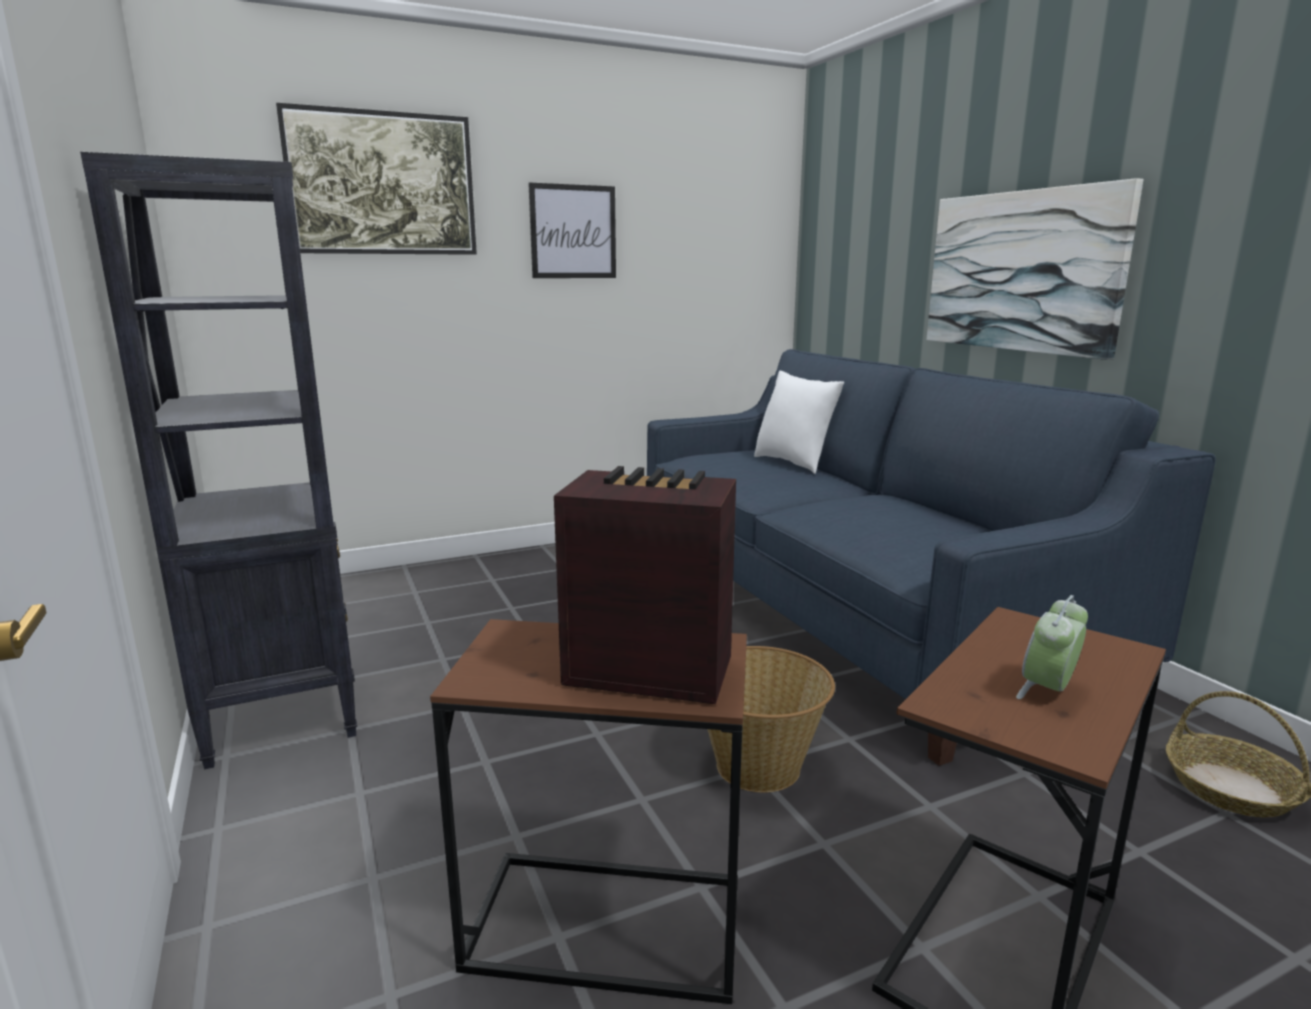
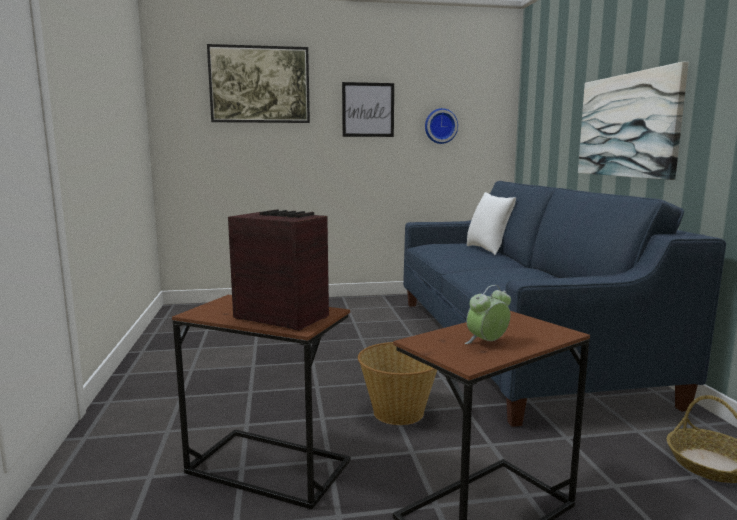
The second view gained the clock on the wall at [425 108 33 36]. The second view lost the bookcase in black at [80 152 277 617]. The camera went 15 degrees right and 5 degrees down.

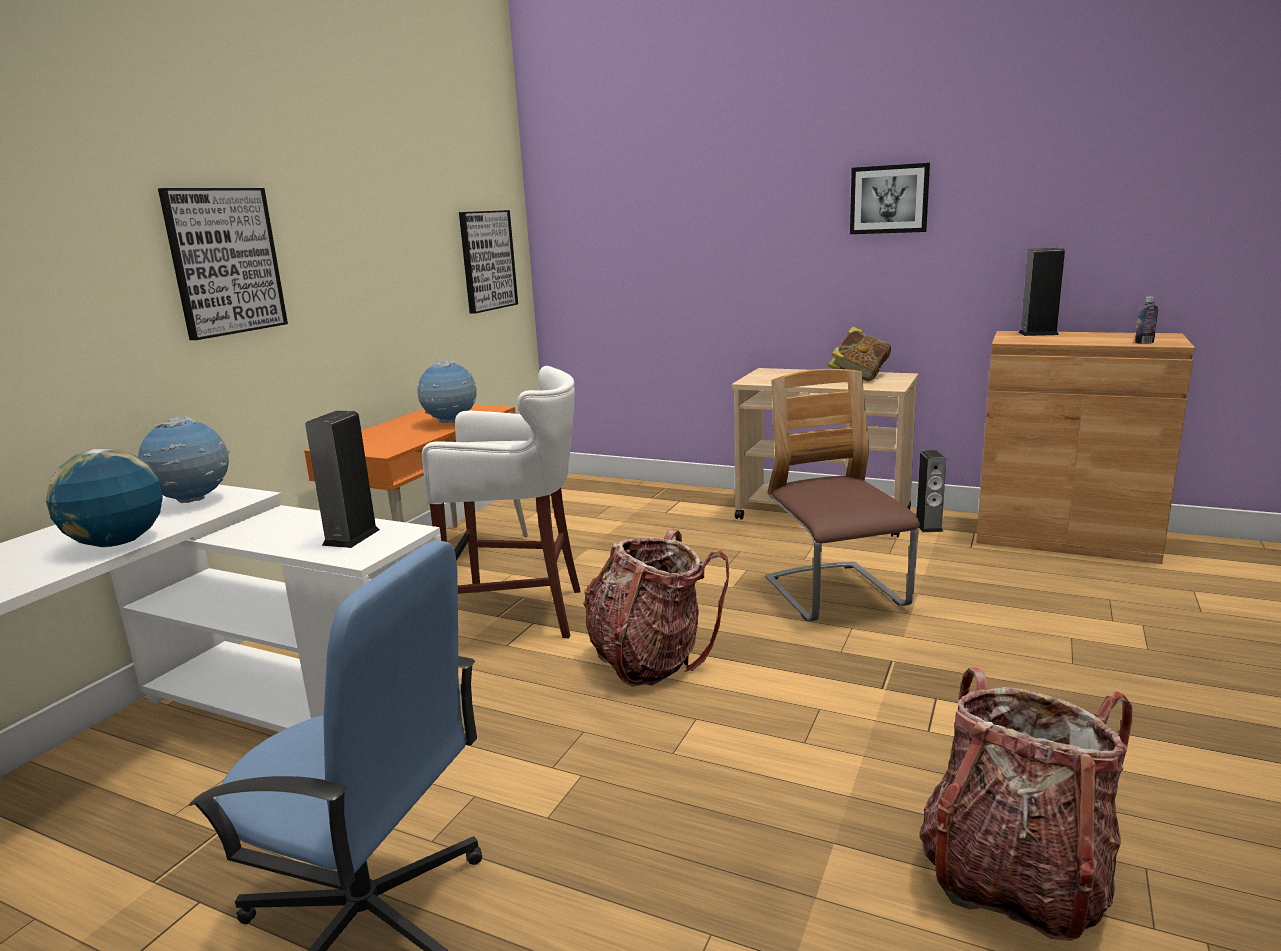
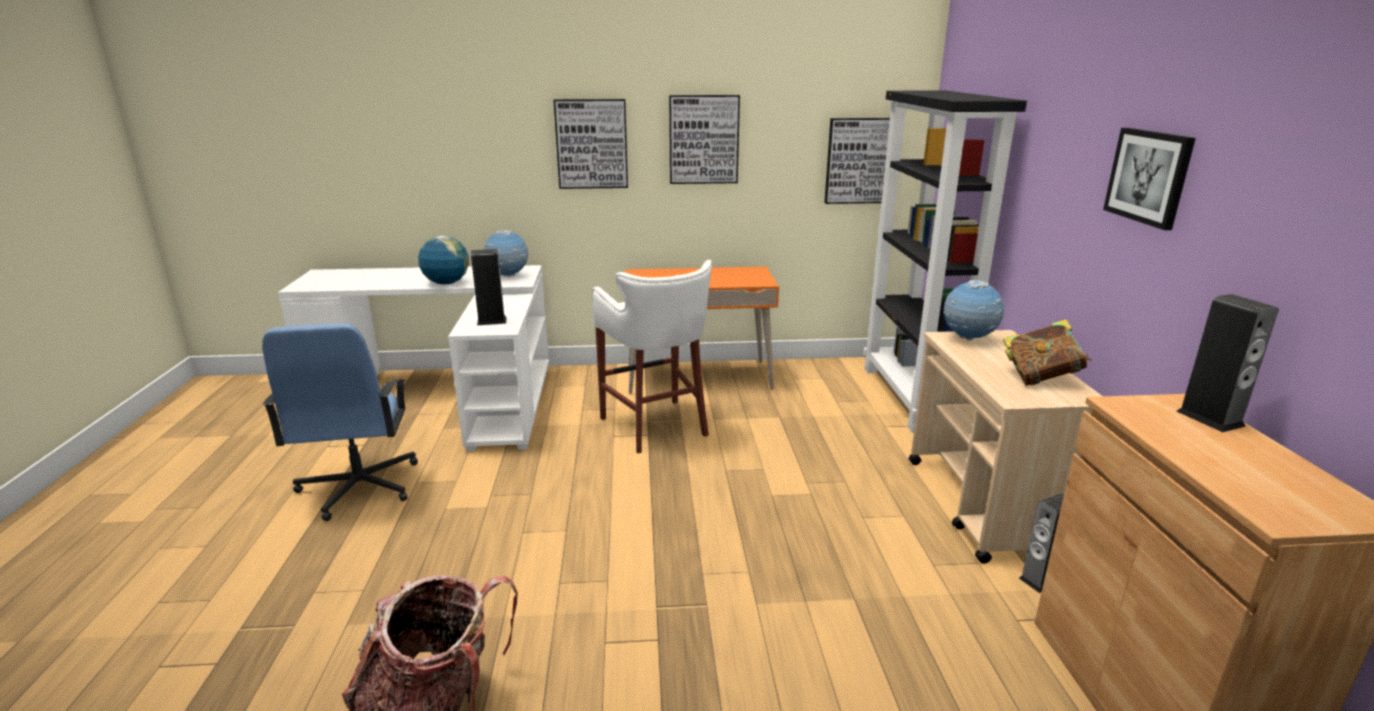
The second view gained the picture at [669 95 71 89]. The second view gained the bookcase in black at [863 90 164 343]. The desk globe ended up elsewhere, having gone from [417 360 60 63] to [943 279 61 62]. The second view lost the rucksack at [583 529 146 158]. The second view lost the plain chair at [765 369 155 253]. The second view lost the bottle at [1135 297 23 47]. The camera went 60 degrees right and 5 degrees up.

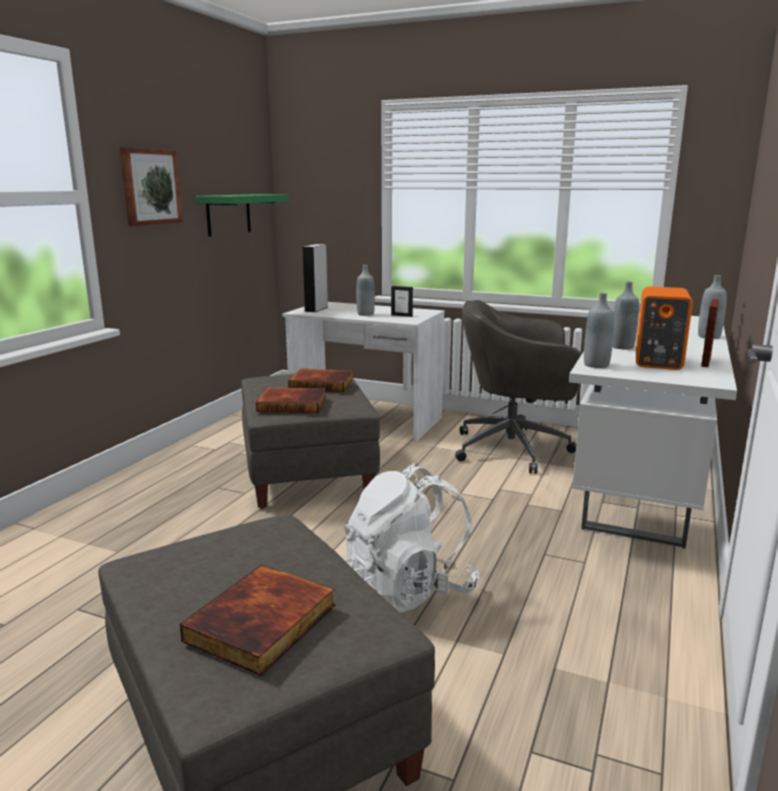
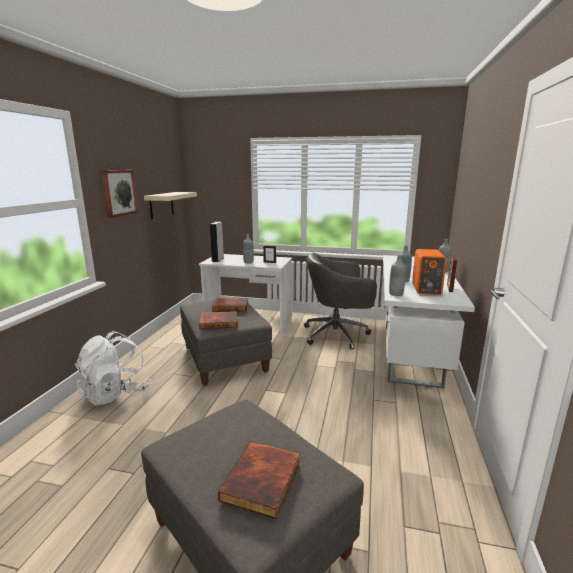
The rucksack in white-coloured ended up elsewhere, having gone from [344 463 136 150] to [75 331 76 75]. What was the wall shelf in greenish at [196 194 93 43] turned into the wall shelf in sand-coloured at [144 192 53 27]. The camera went 10 degrees left and 0 degrees up.

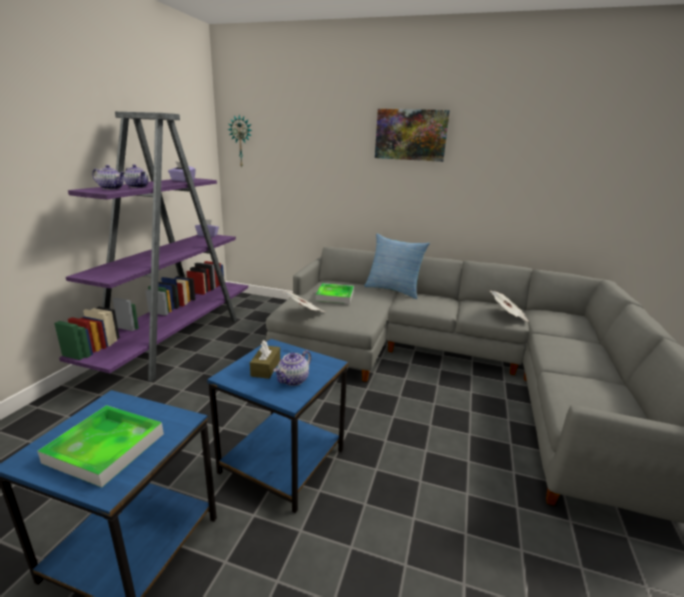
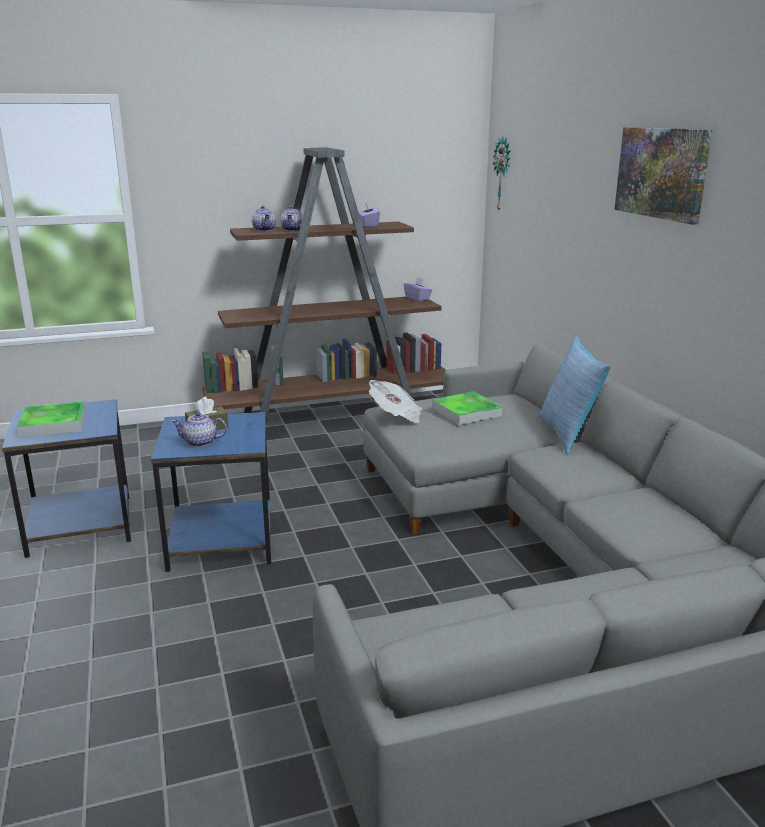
What was the bookcase in purplish at [54 112 194 270] turned into the bookcase in brownish at [202 148 244 277]. The second view lost the daily paper at [490 291 38 30]. The camera went 55 degrees right and 0 degrees up.

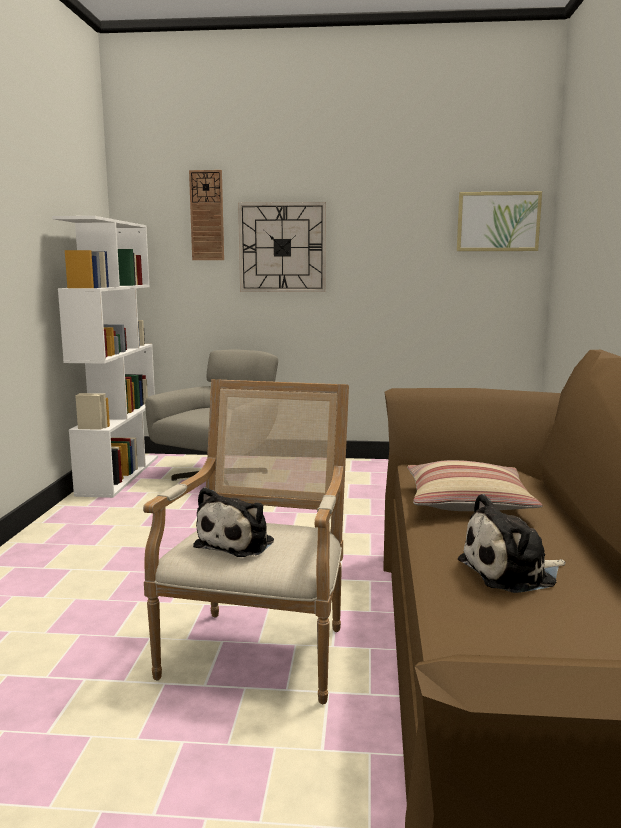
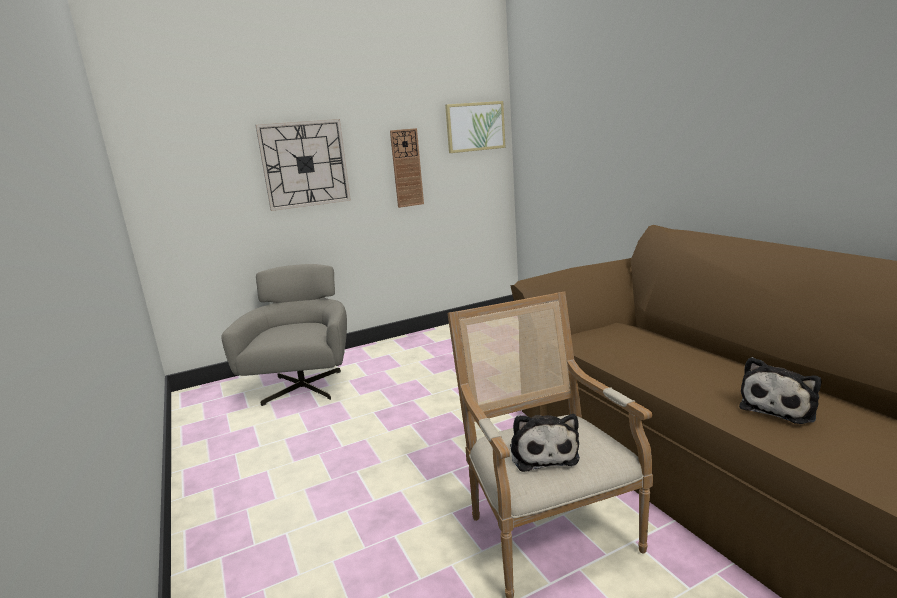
The clock on the wall ended up elsewhere, having gone from [189 170 35 90] to [390 128 34 80]. The second view lost the bookcase in white-coloured at [52 216 106 282]. The second view lost the cushion at [407 460 136 51]. The camera went 30 degrees left and 5 degrees up.

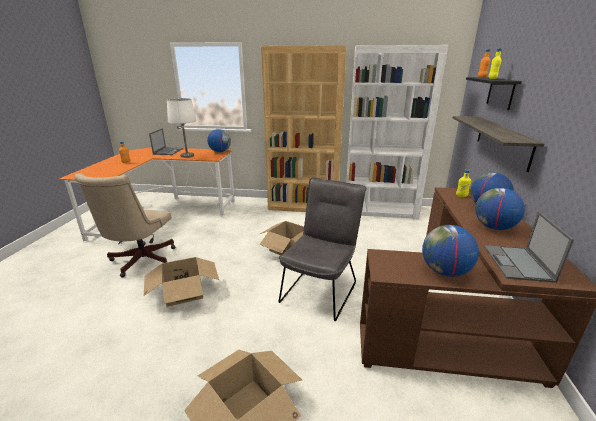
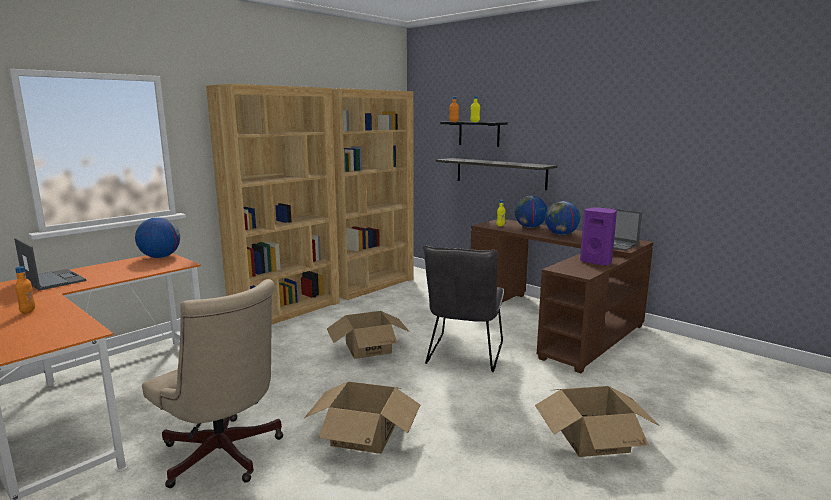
What was the bookcase in white-coloured at [346 45 102 174] turned into the bookcase in brownish at [331 88 83 212]. The plain chair in greyish at [278 177 88 144] ended up facing another way, 135 degrees counterclockwise from before. Where the desk globe stood at [422 225 57 52], the loudspeaker in purplish came to stand at [580 208 37 58]. The second view lost the lamp for a table in white-coloured at [167 98 29 60]. The camera went 55 degrees left and 10 degrees down.

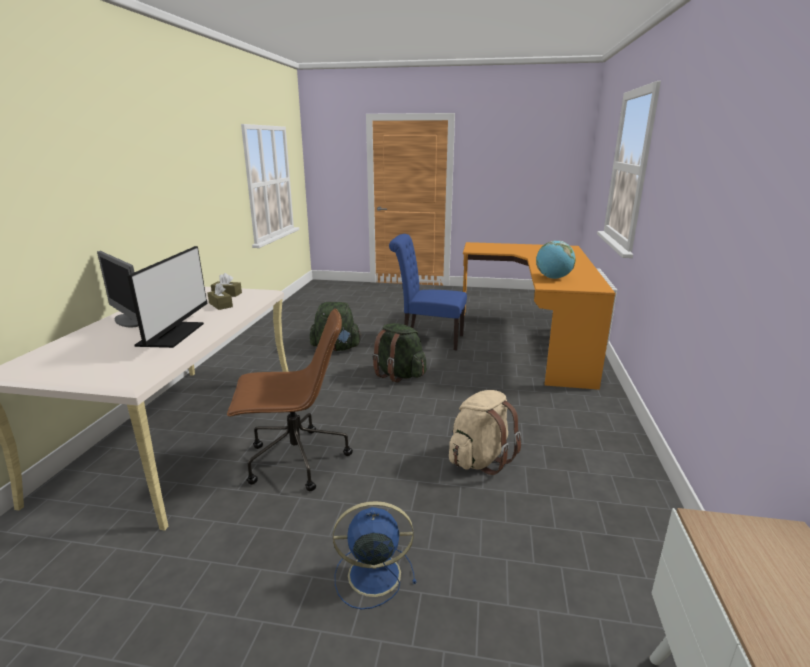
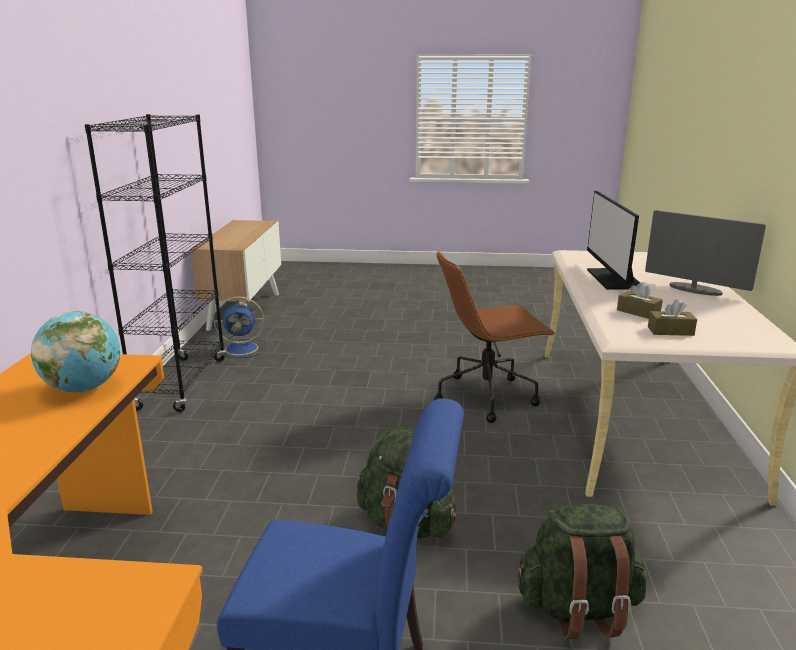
The second view gained the bookcase in black at [85 114 141 298]. The cooling fan in blue-coloured ended up elsewhere, having gone from [333 501 83 108] to [214 296 53 62]. The second view lost the rucksack in sand-coloured at [449 390 72 85]. The camera went 175 degrees right and 0 degrees up.

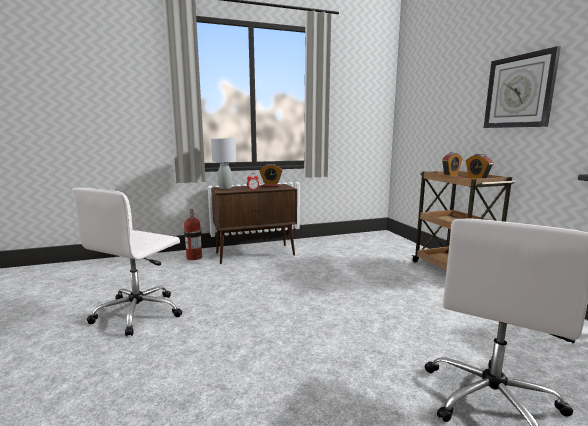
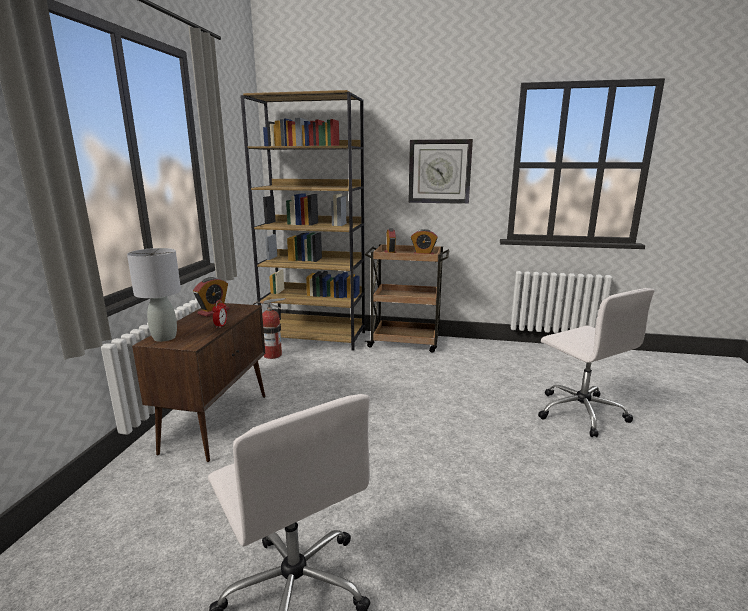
The second view gained the bookcase in brownish at [240 90 125 261]. The fire-fighting cylinder ended up elsewhere, having gone from [184 208 18 52] to [253 298 33 61]. The camera went 60 degrees left and 5 degrees up.

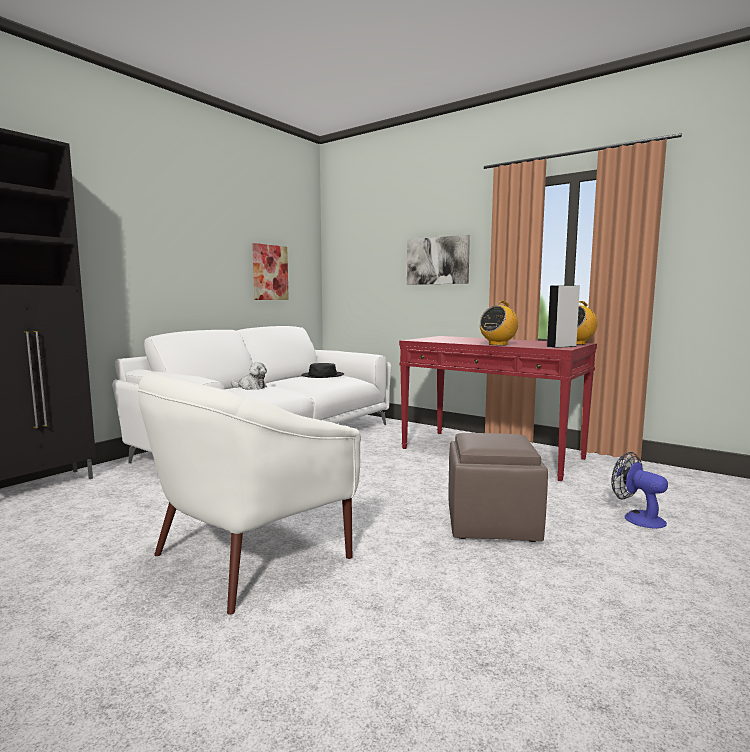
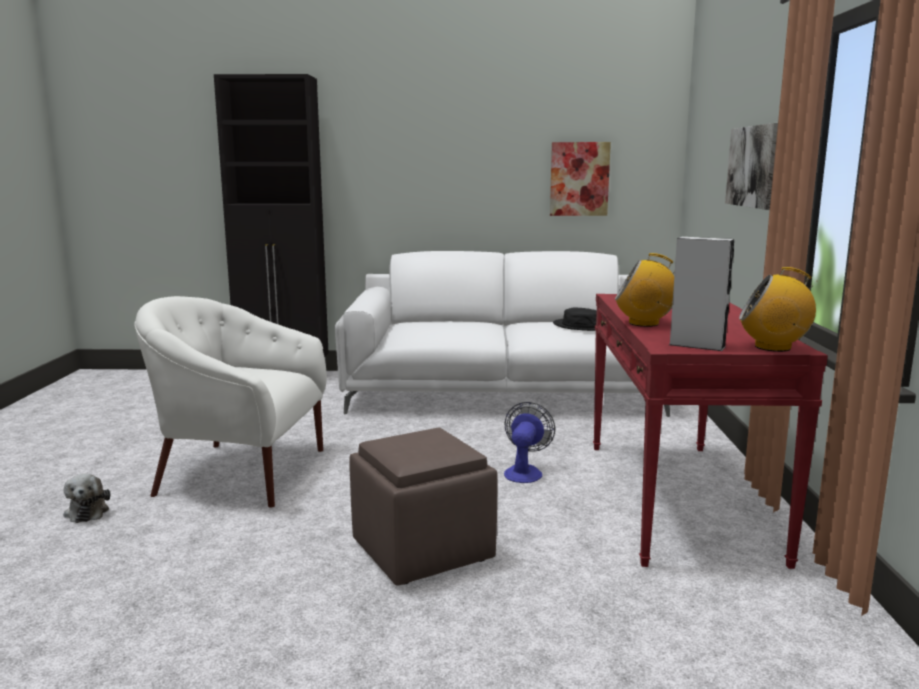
The soft toy ended up elsewhere, having gone from [231 362 36 28] to [63 474 47 49]. The cooling fan ended up elsewhere, having gone from [611 452 57 77] to [504 402 51 81]. The camera went 55 degrees right and 5 degrees up.

